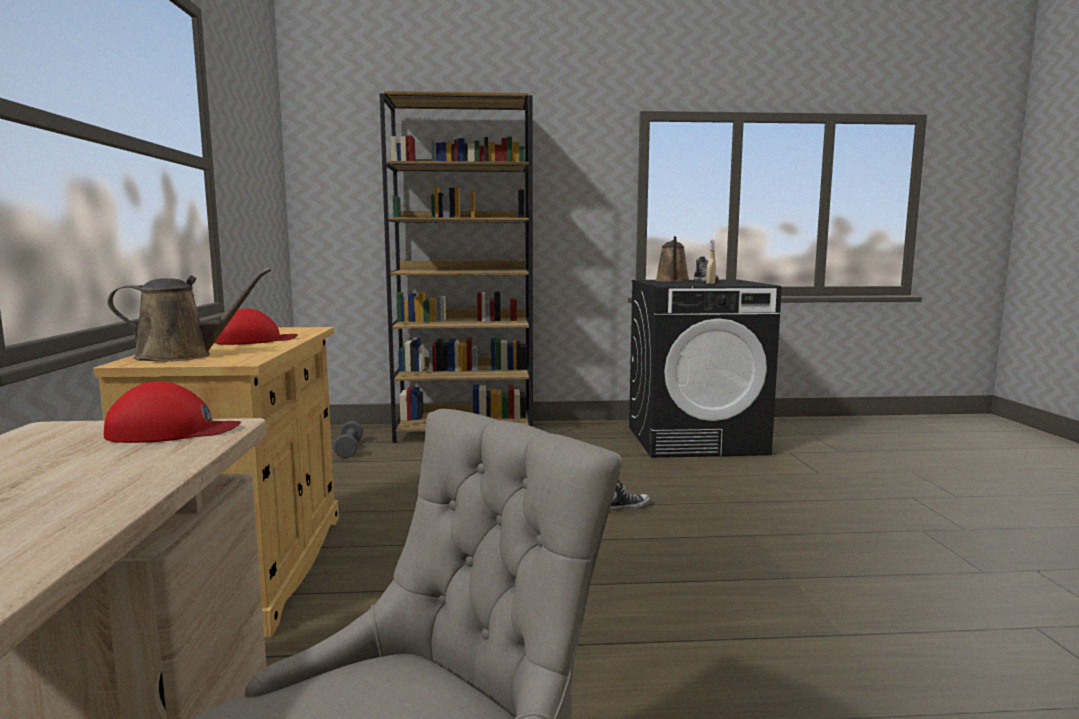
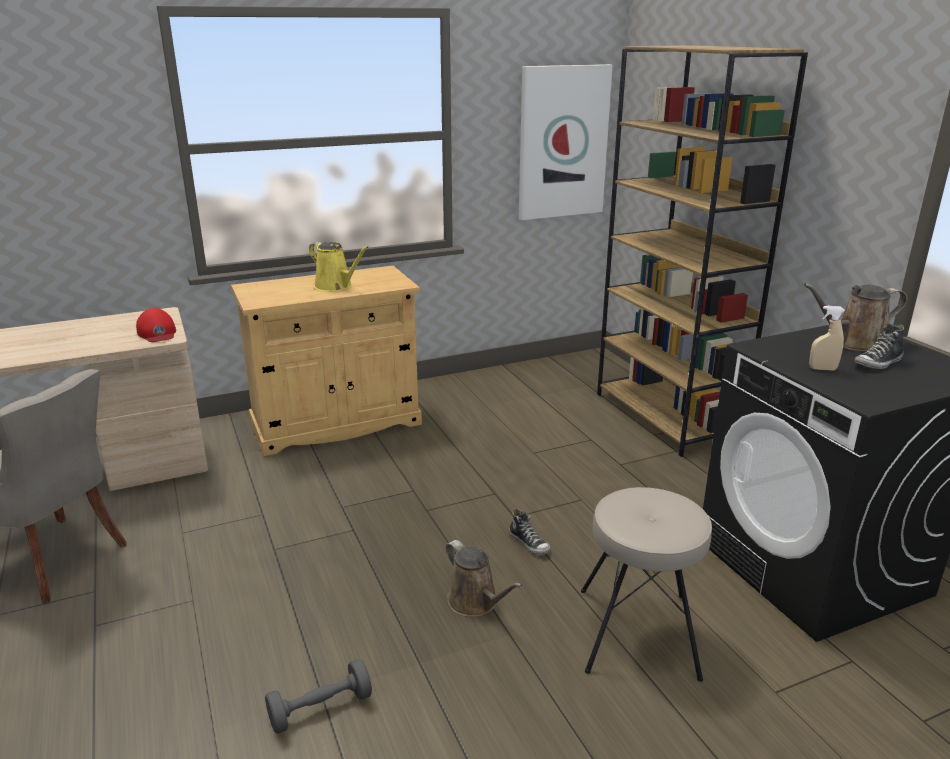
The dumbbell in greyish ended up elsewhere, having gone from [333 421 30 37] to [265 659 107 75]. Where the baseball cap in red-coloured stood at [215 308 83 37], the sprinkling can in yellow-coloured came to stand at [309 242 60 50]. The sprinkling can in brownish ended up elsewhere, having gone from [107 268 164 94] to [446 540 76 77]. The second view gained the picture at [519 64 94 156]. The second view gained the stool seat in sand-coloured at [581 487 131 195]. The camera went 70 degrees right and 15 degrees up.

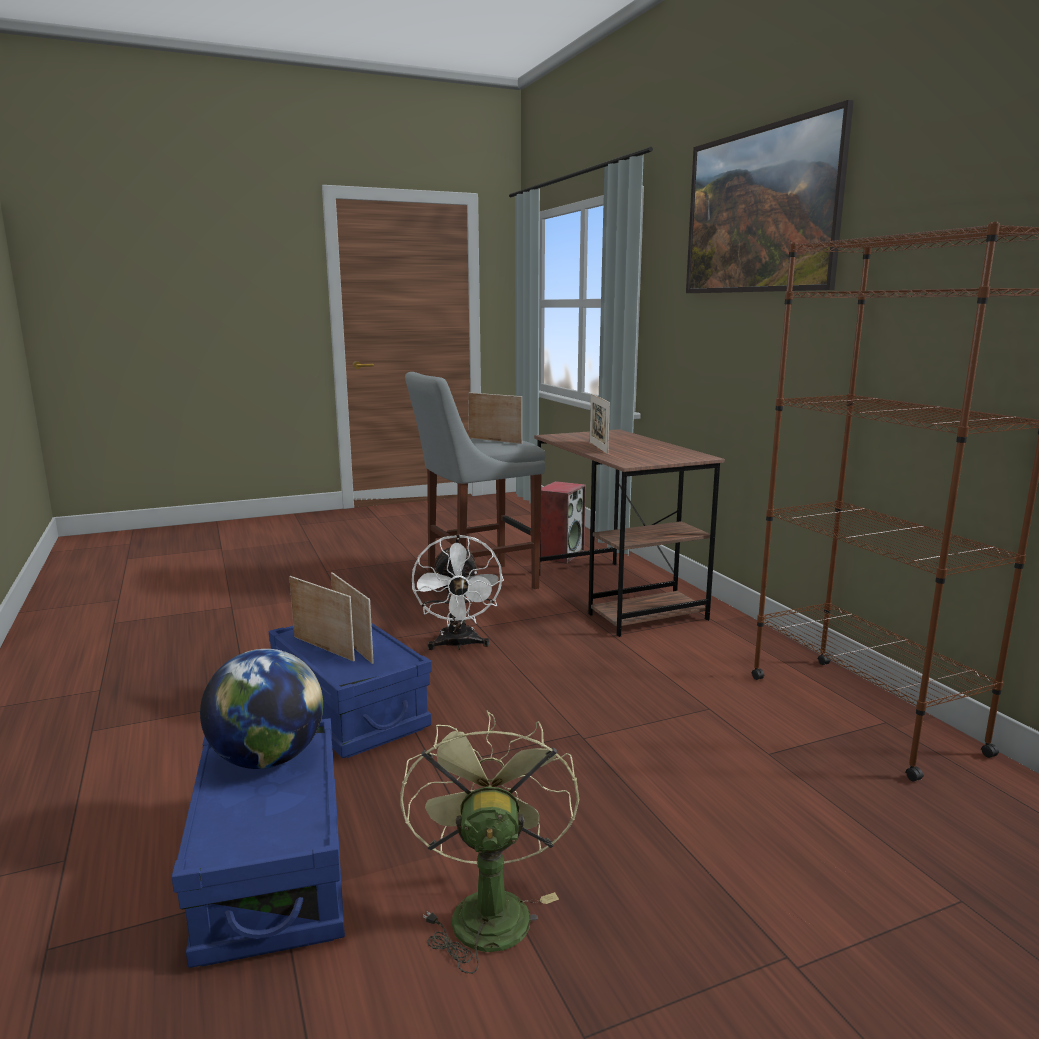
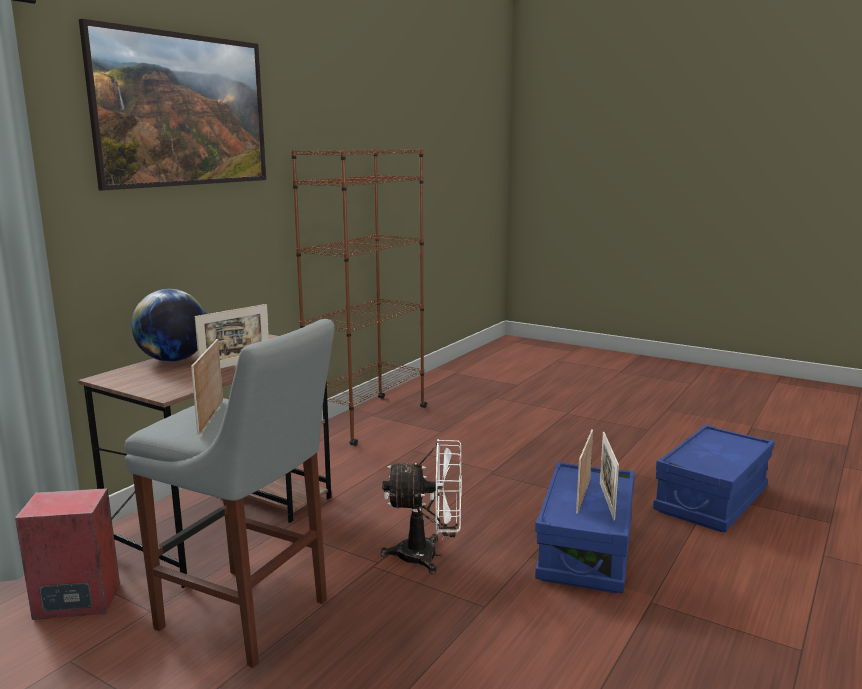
The desk globe ended up elsewhere, having gone from [200 649 123 120] to [131 289 75 73]. The cooling fan in white-coloured at [412 534 92 116] ended up facing another way, 45 degrees clockwise from before. The second view lost the cooling fan in greenish at [400 710 179 264]. The camera went 125 degrees left and 0 degrees up.

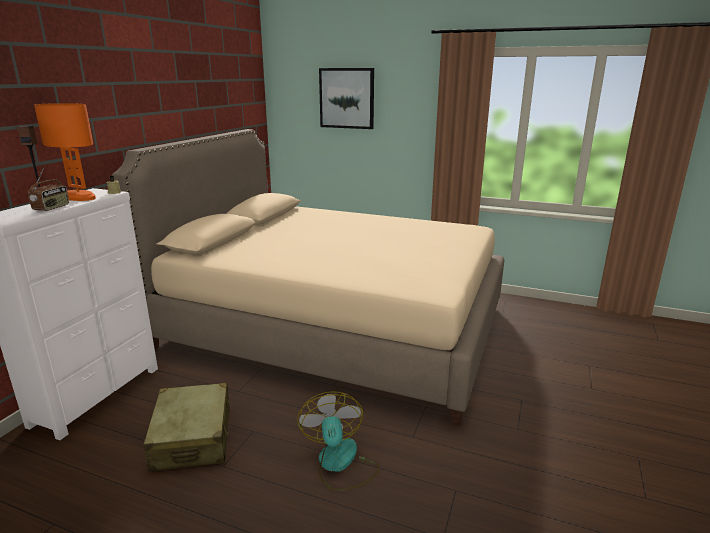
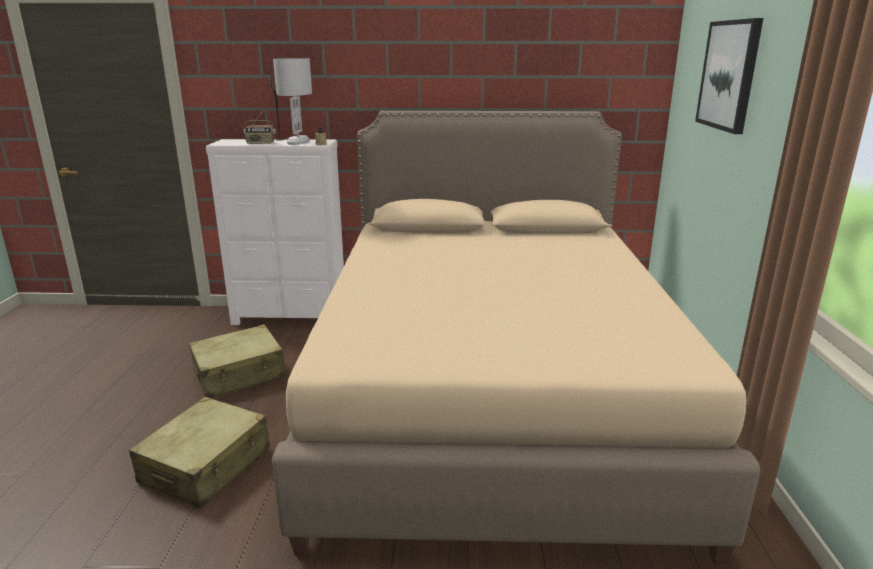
Where the cooling fan stood at [297 391 83 100], the piece of luggage in sand-coloured came to stand at [129 397 141 111]. What was the lamp for a table in orange at [34 103 62 98] turned into the lamp for a table in white-coloured at [273 58 39 87]. The camera went 70 degrees right and 0 degrees up.

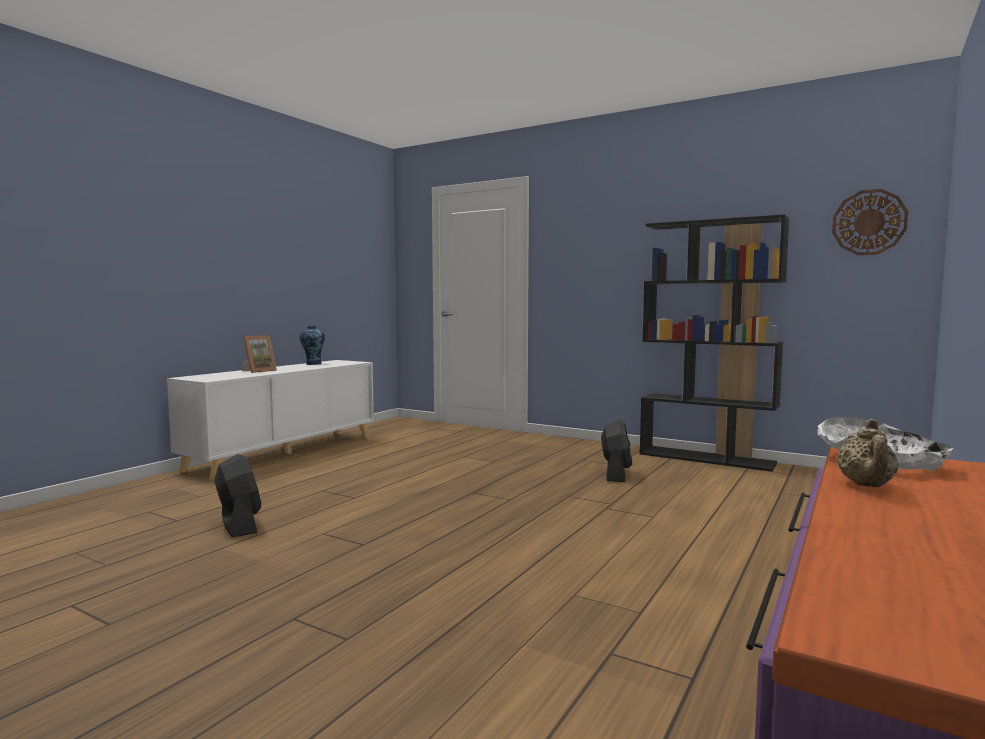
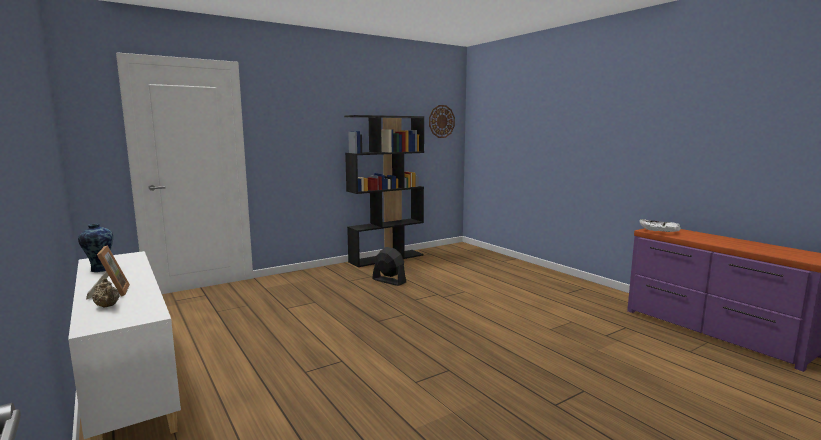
The tea pot in sand-coloured ended up elsewhere, having gone from [837 419 62 68] to [92 278 28 29]. The second view lost the cooling fan in black at [214 454 47 83]. The camera went 65 degrees left and 5 degrees up.

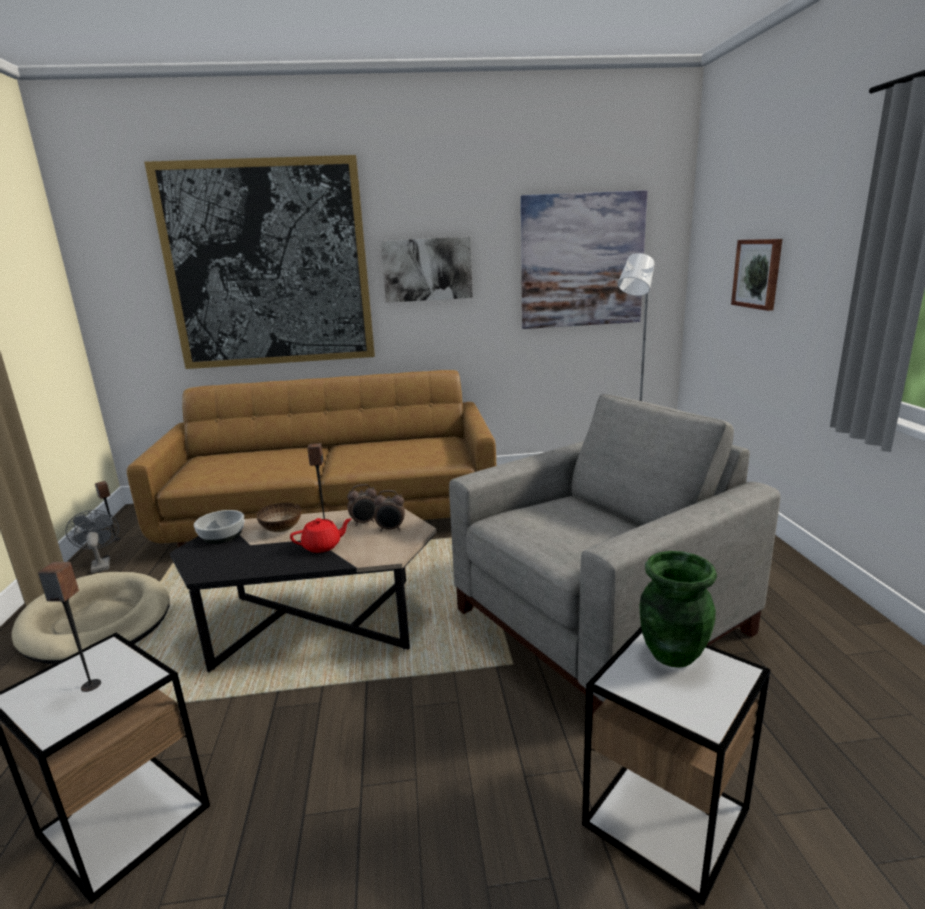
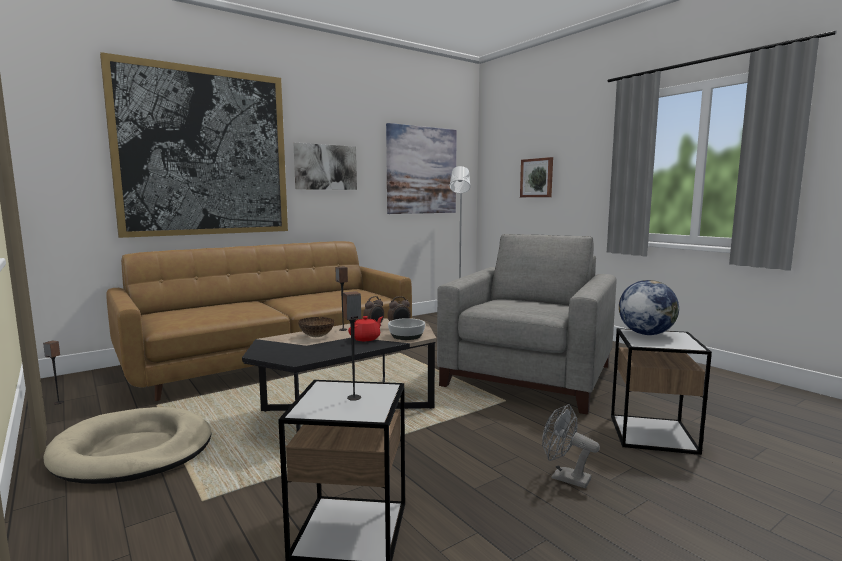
The serving bowl ended up elsewhere, having gone from [194 510 50 34] to [388 318 37 22]. The cooling fan in greyish ended up elsewhere, having gone from [65 510 54 63] to [542 404 58 84]. Where the flower vase in greenish stood at [639 551 78 117], the desk globe came to stand at [619 280 60 55]. The camera went 30 degrees left and 10 degrees down.

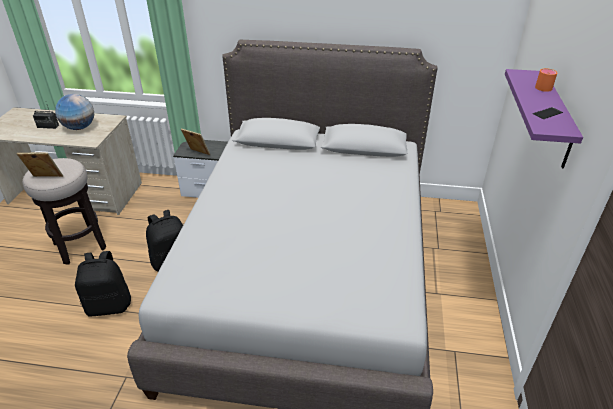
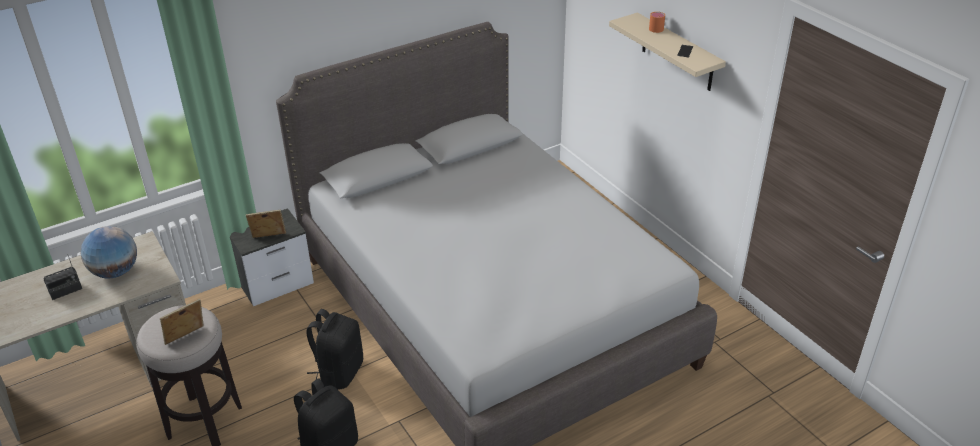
What was the wall shelf in purplish at [505 69 78 99] turned into the wall shelf in sand-coloured at [609 13 117 78]. The camera went 40 degrees left and 0 degrees up.

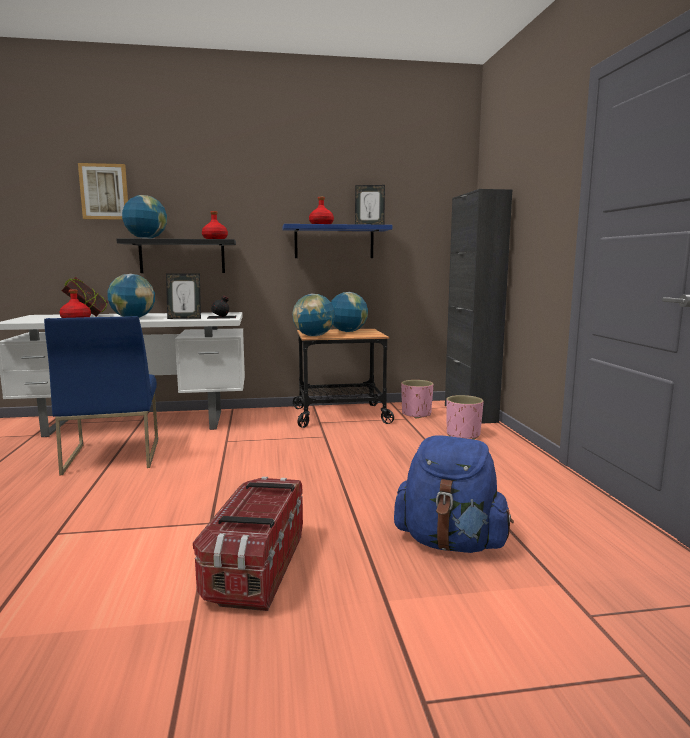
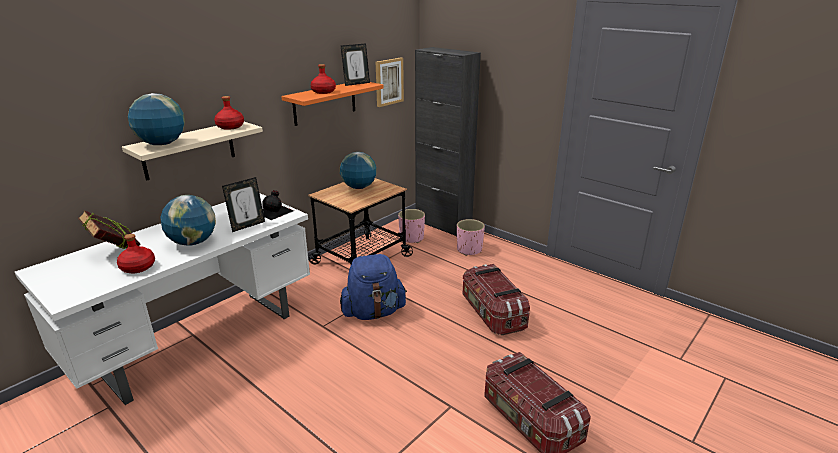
What was the wall shelf in black at [116 238 120 35] turned into the wall shelf in sand-coloured at [122 122 141 59]. What was the wall shelf in blue-coloured at [282 224 110 34] turned into the wall shelf in orange at [281 82 103 44]. The rucksack in blue-coloured ended up elsewhere, having gone from [394 435 120 118] to [340 254 67 66]. The picture ended up elsewhere, having gone from [78 163 50 57] to [376 58 28 49]. The second view gained the storage container at [463 264 67 71]. The second view lost the plain chair in blue-coloured at [44 316 114 159]. The second view lost the desk globe at [292 294 43 42]. The camera went 40 degrees left and 15 degrees up.

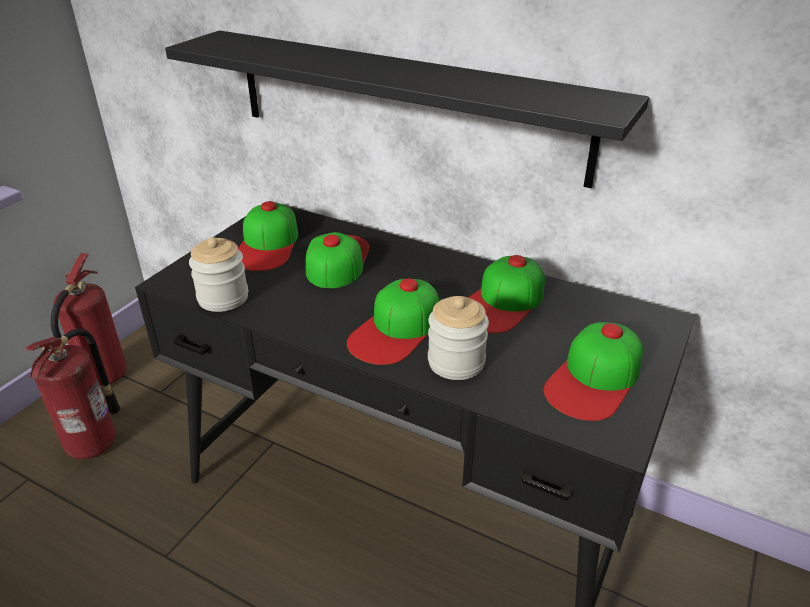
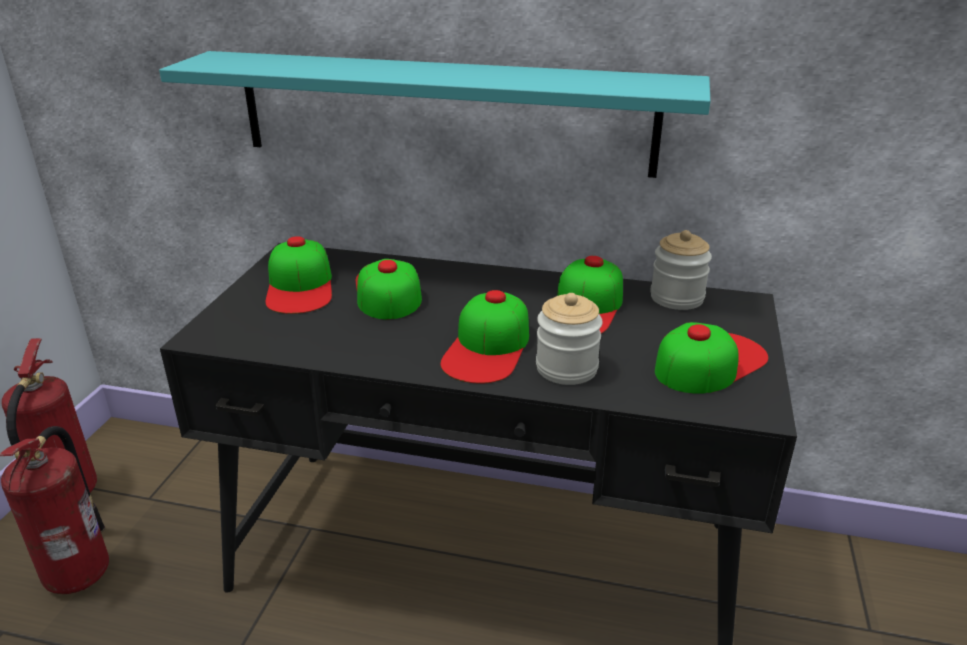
What was the wall shelf in black at [165 30 484 158] turned into the wall shelf in turquoise at [159 51 552 127]. The jar ended up elsewhere, having gone from [189 237 59 75] to [650 230 62 80]. The baseball cap at [544 322 99 99] ended up facing another way, 150 degrees counterclockwise from before. The camera went 15 degrees left and 5 degrees down.

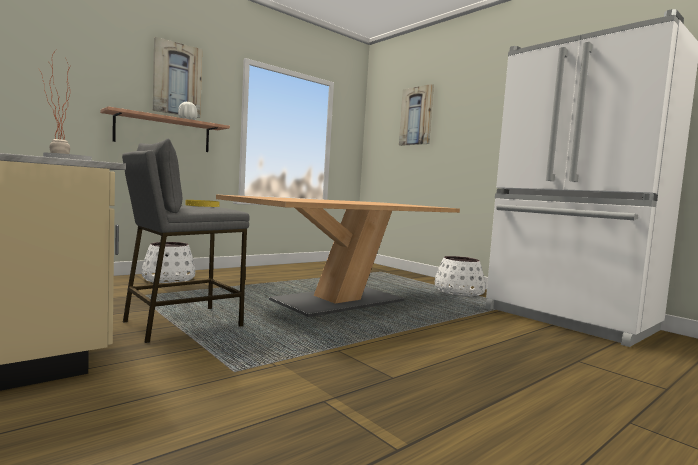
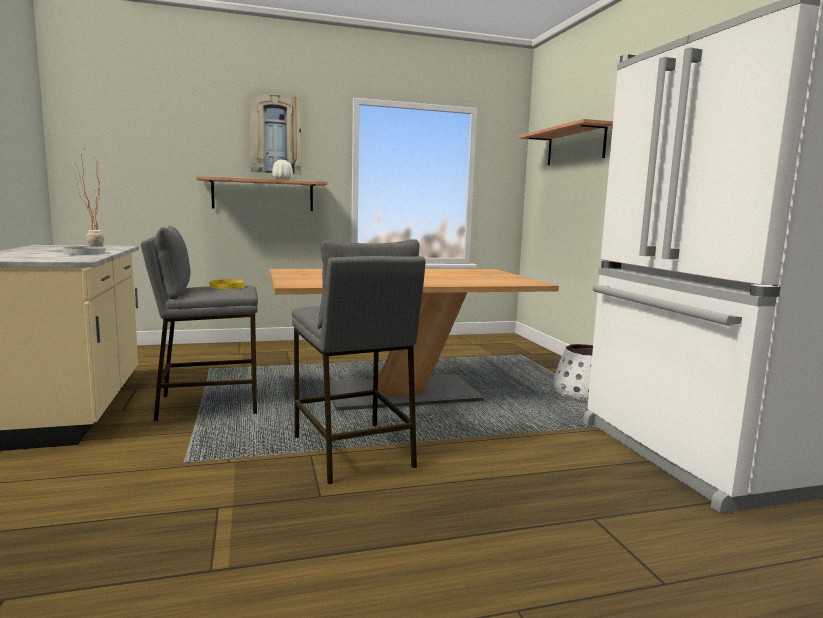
The second view gained the stool seat in greyish at [292 239 134 245]. Where the picture hung at [399 84 35 62], the wall shelf came to hang at [519 119 94 46]. The second view lost the planter in white-coloured at [142 242 53 41]. The camera went 25 degrees right and 5 degrees up.

